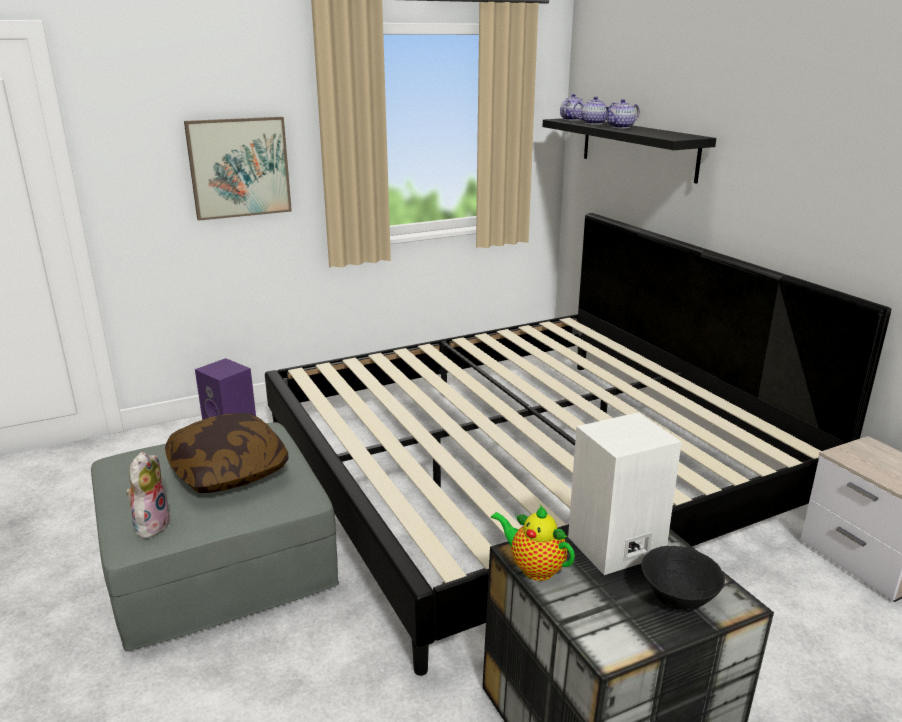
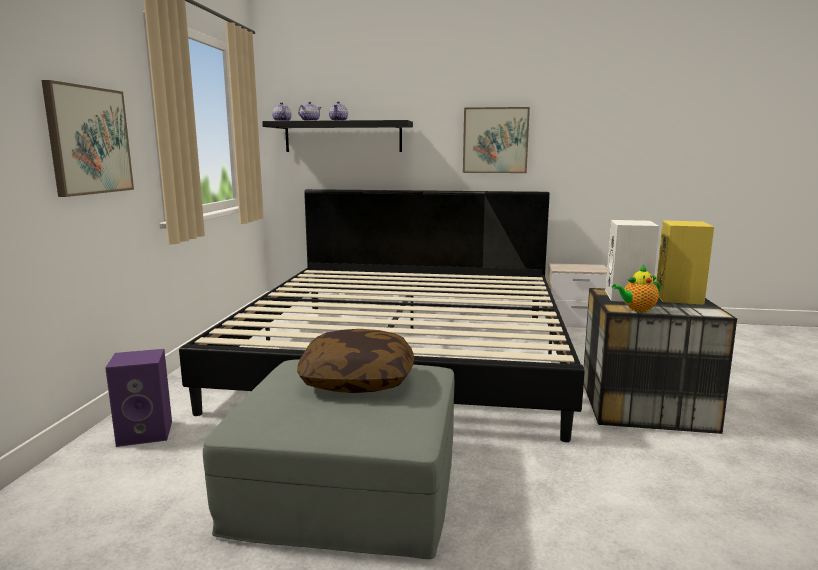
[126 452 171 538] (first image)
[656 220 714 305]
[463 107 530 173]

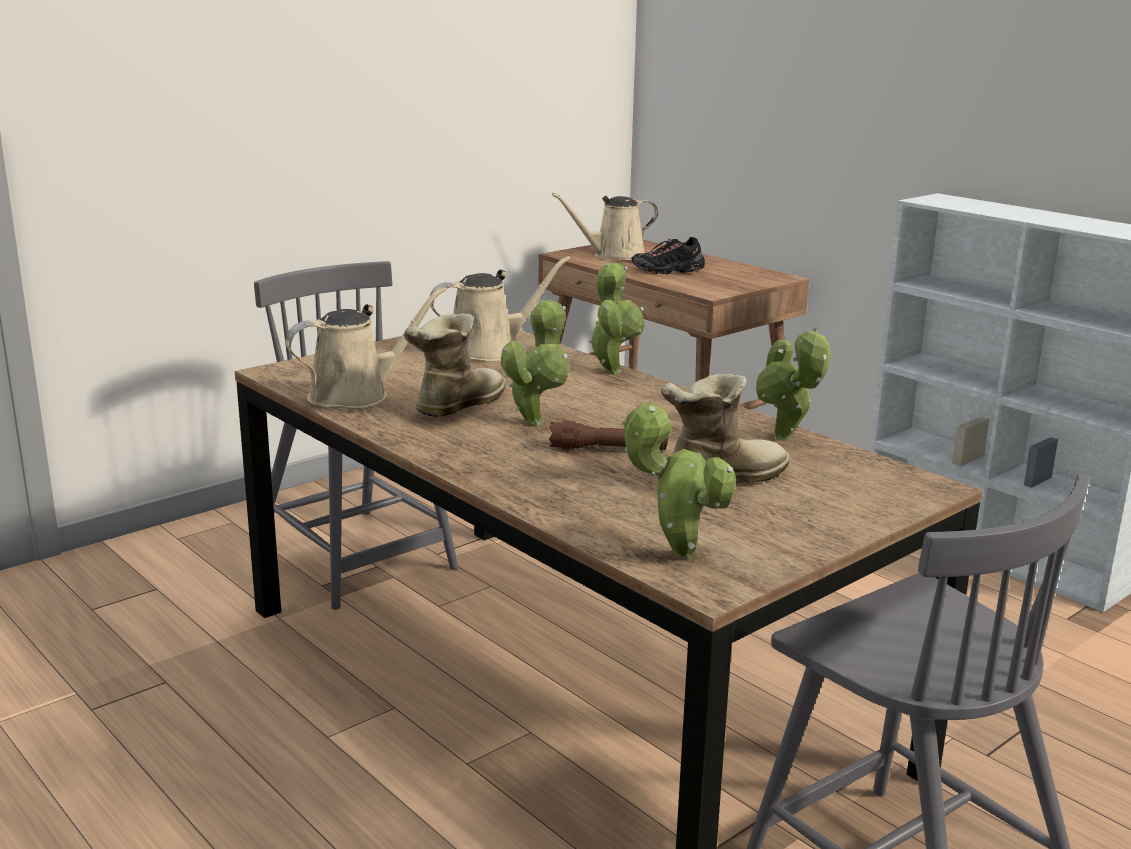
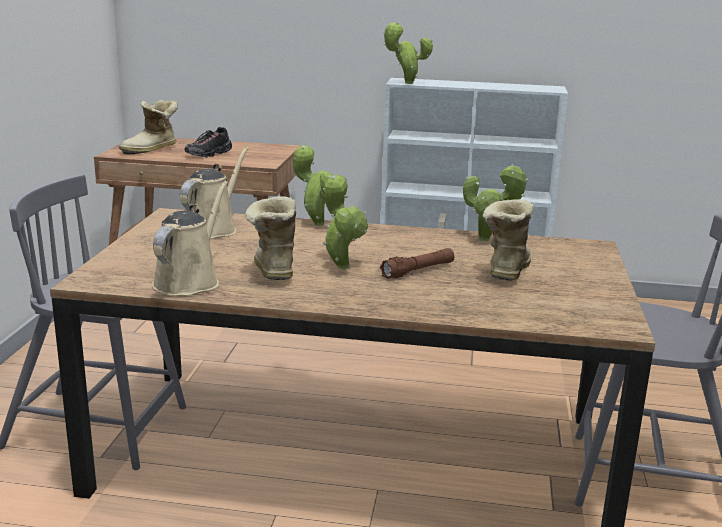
[119 100 178 155]
[383 22 433 84]

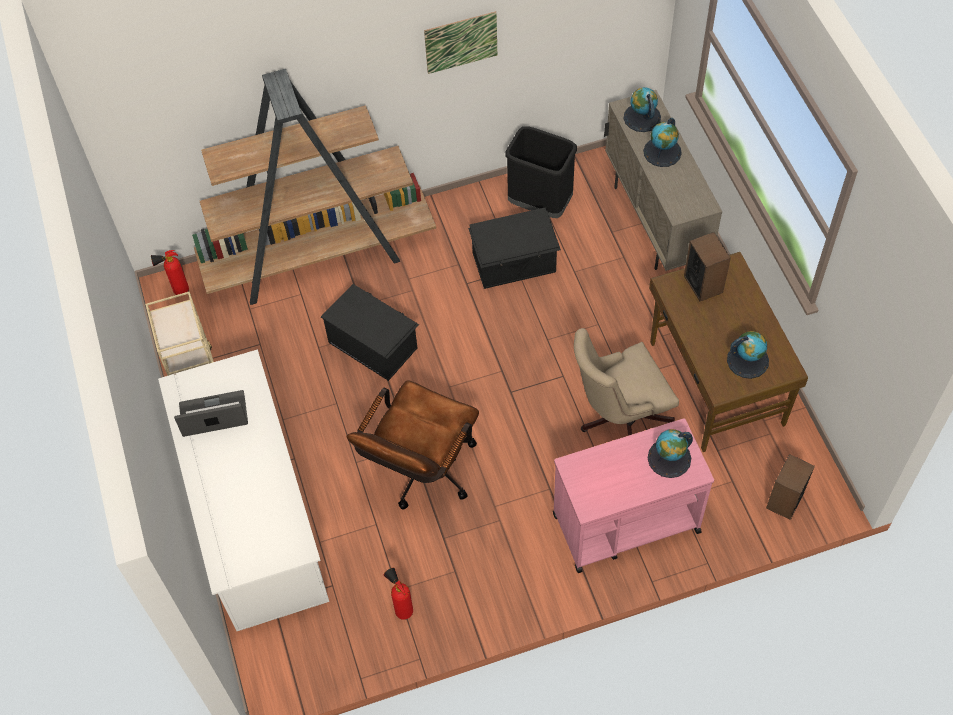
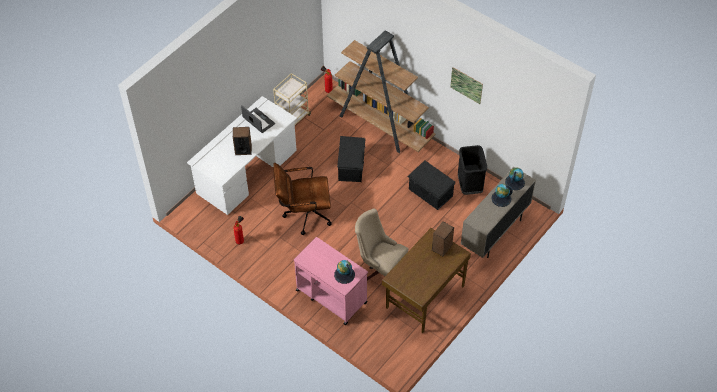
[727 331 769 379] (first image)
[233 127 252 155]

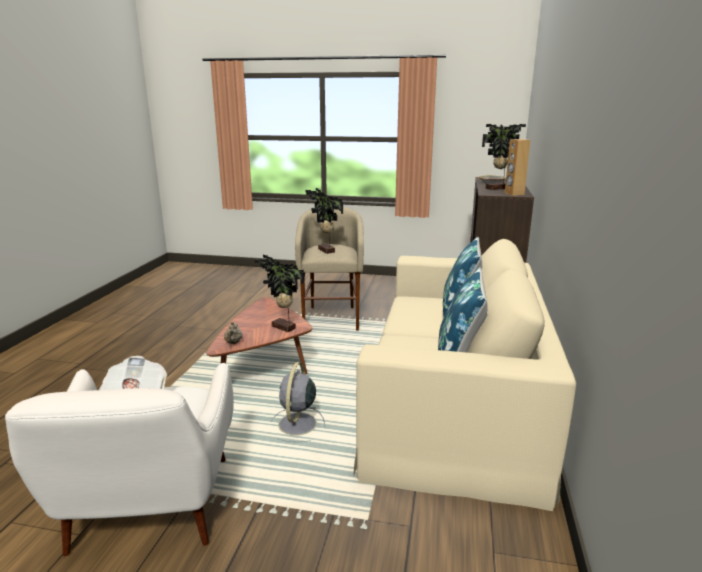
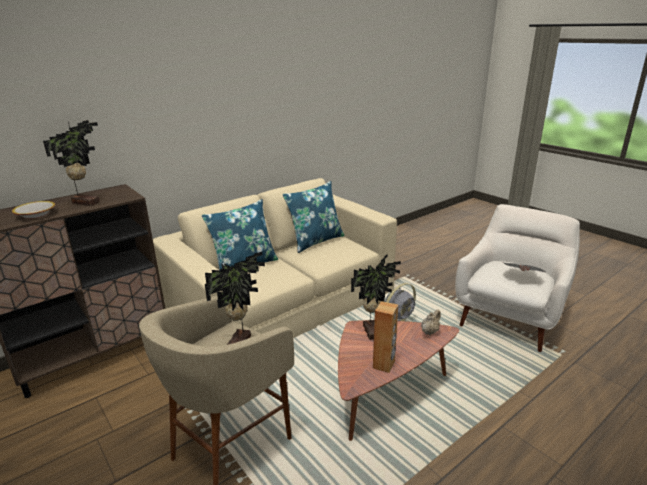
[373 301 398 373]

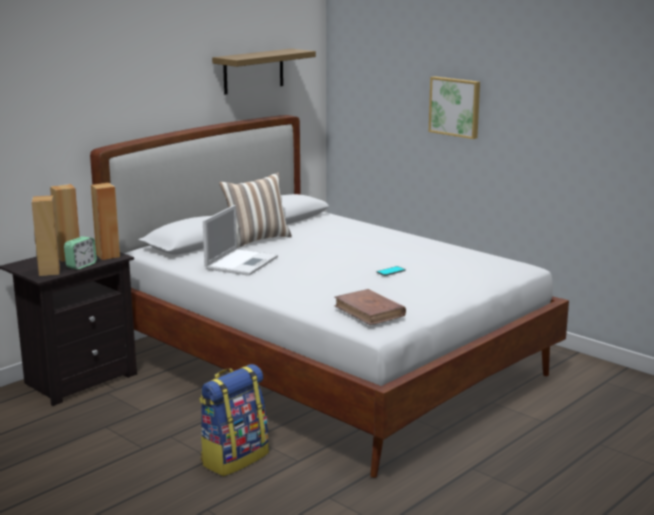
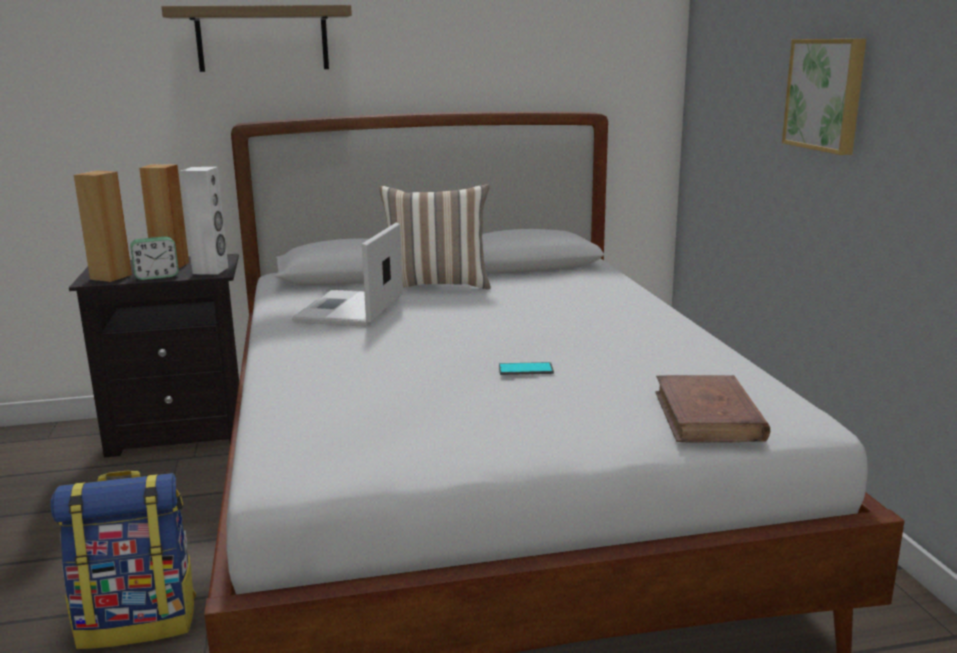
[162 5 352 72]
[180 167 228 275]
[292 223 403 327]
[655 375 770 442]

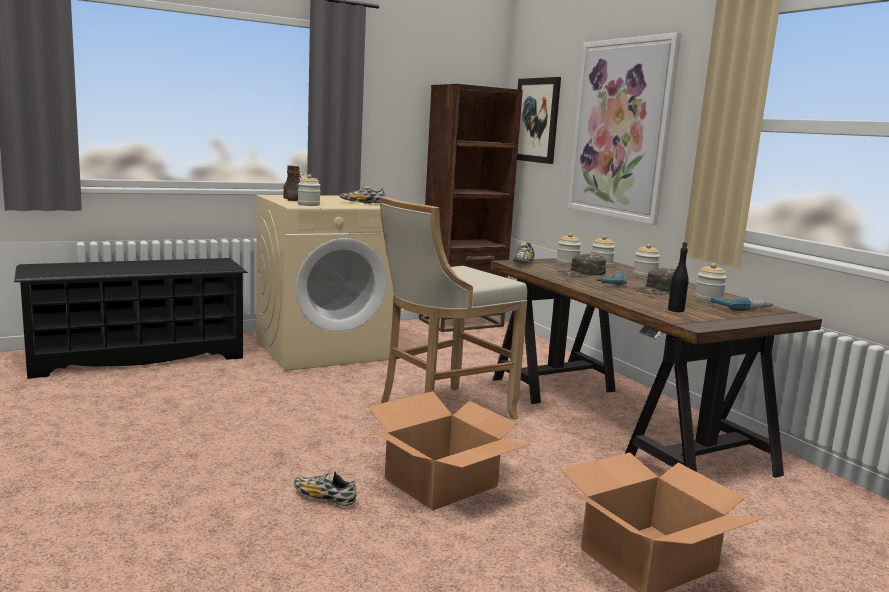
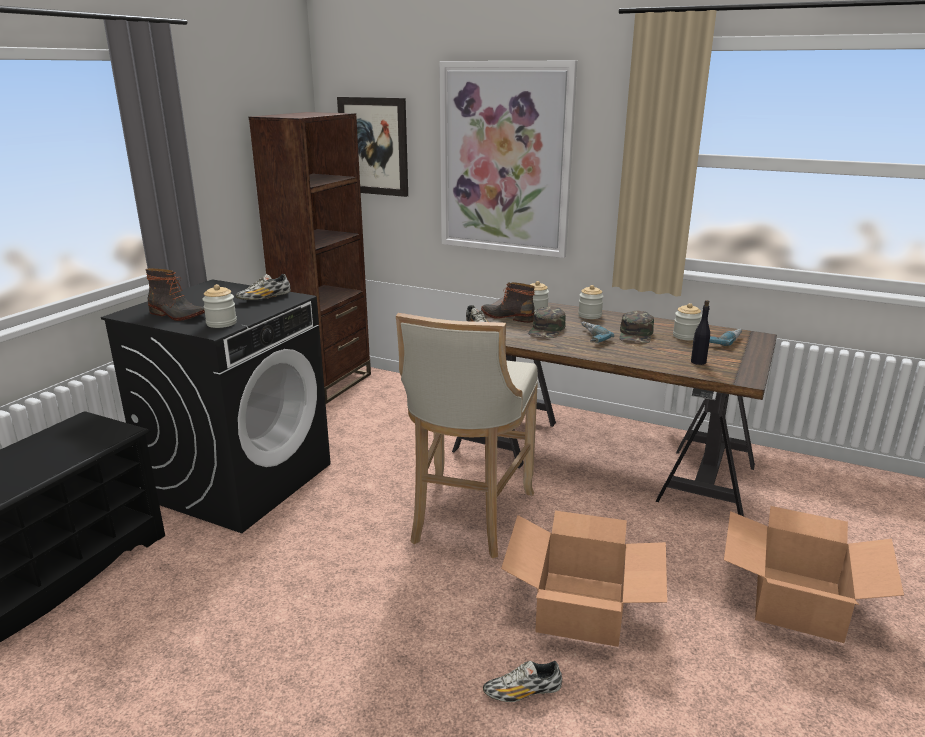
[101 279 330 533]
[481 282 535 323]

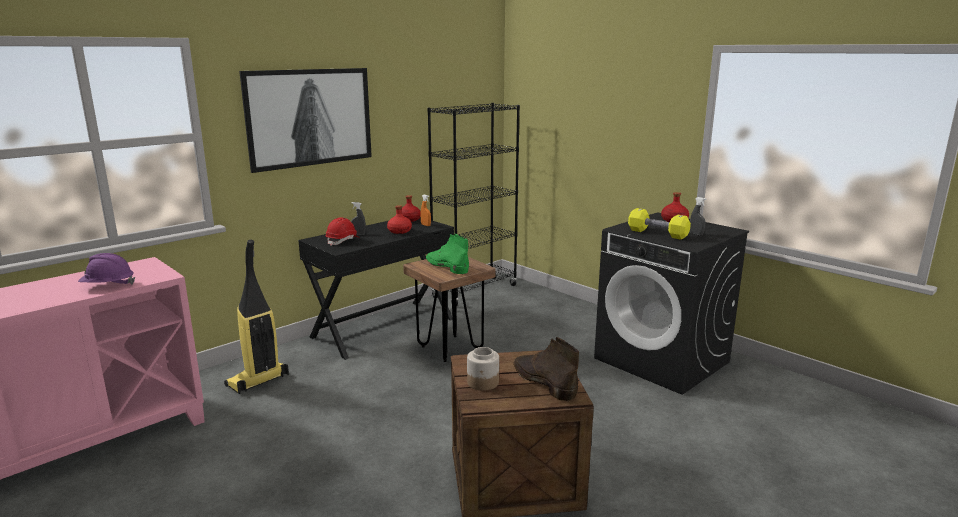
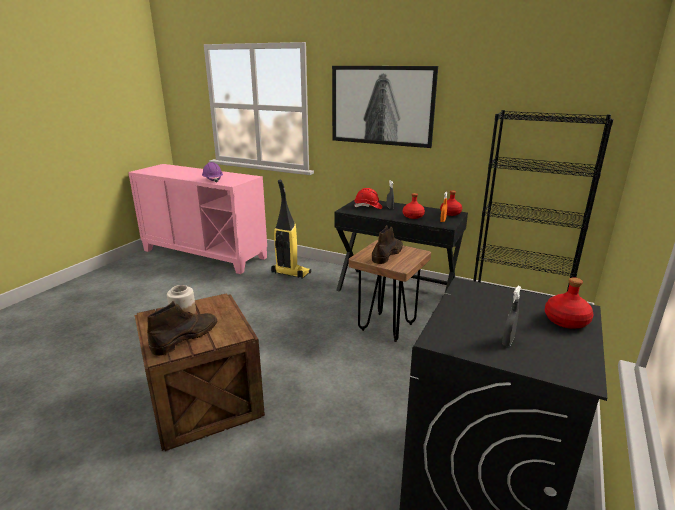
[628 208 691 240] (first image)
[372 225 403 264]

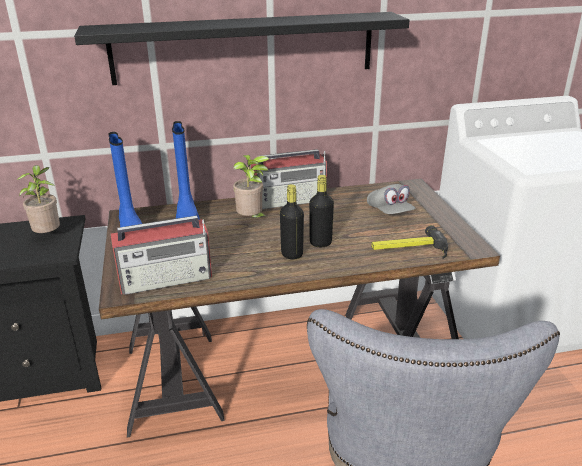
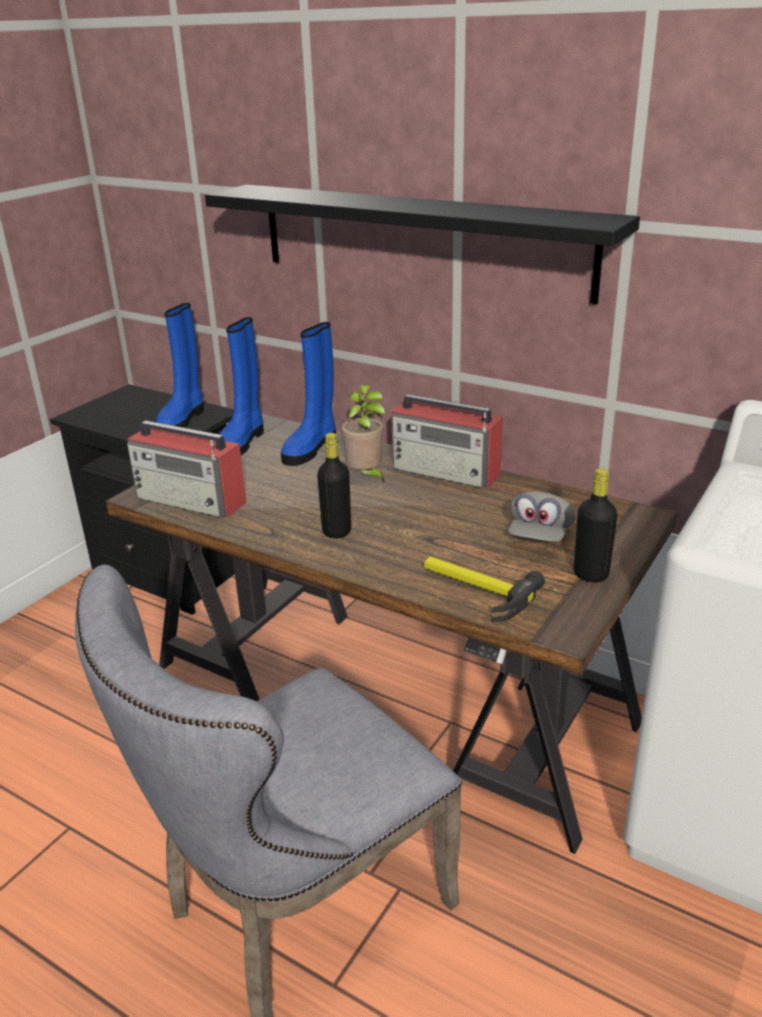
[156 303 204 428]
[574 468 618 583]

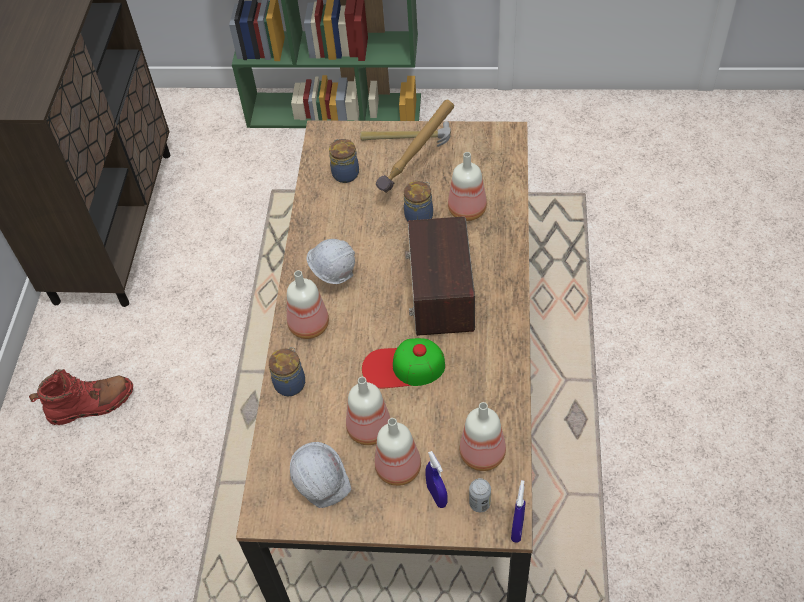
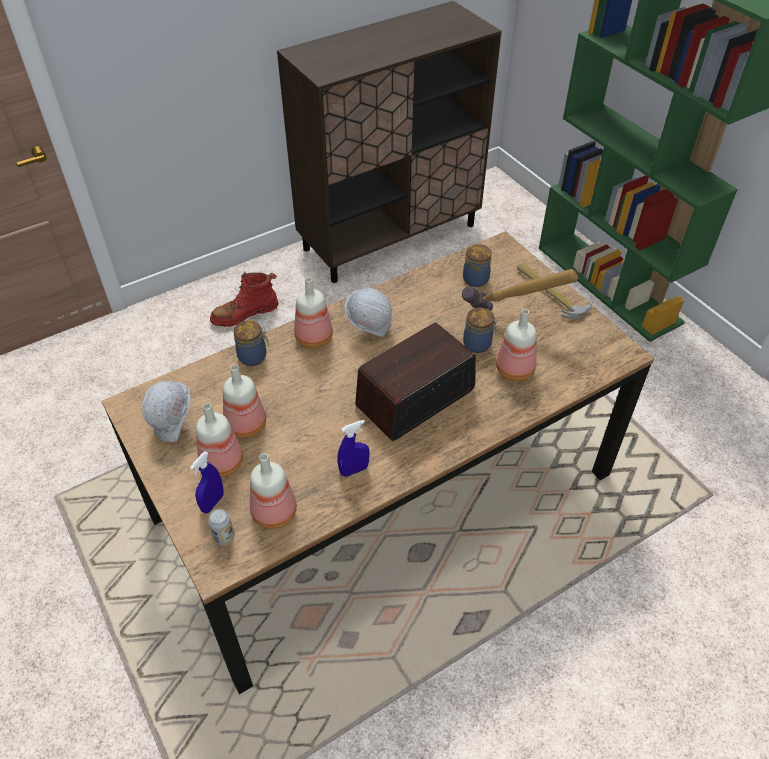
[362 338 445 388] (first image)
[210 272 278 327]
[338 420 370 477]

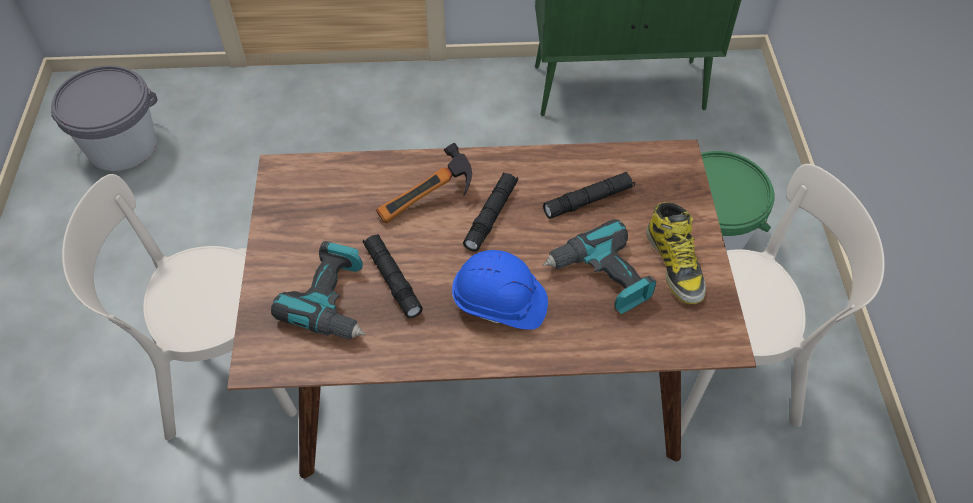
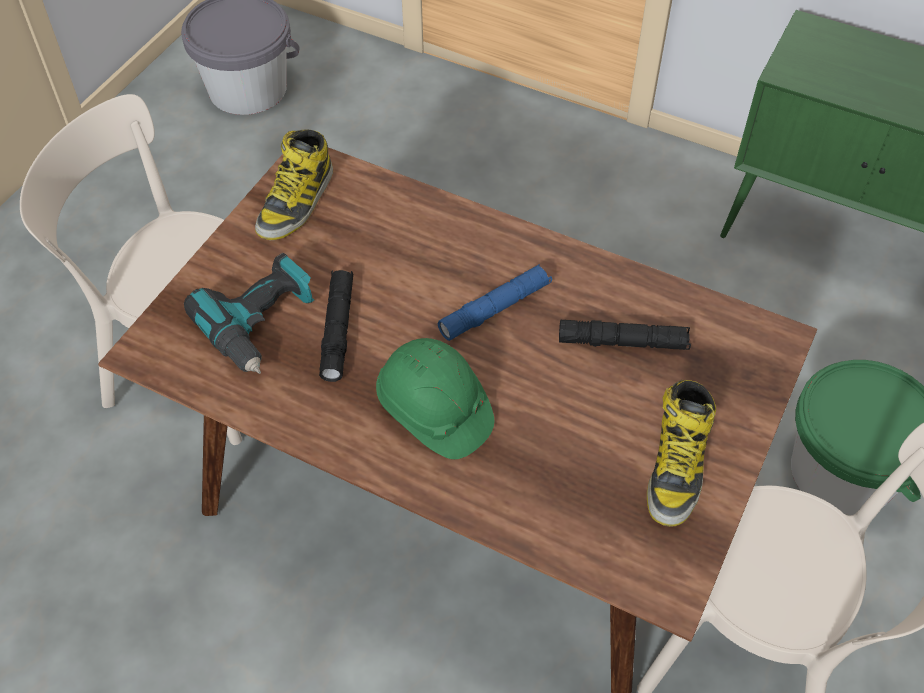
[376 143 472 223] (first image)
[438 264 552 341]
[543 219 656 314] (first image)
[376 338 494 459]
[255 129 333 240]

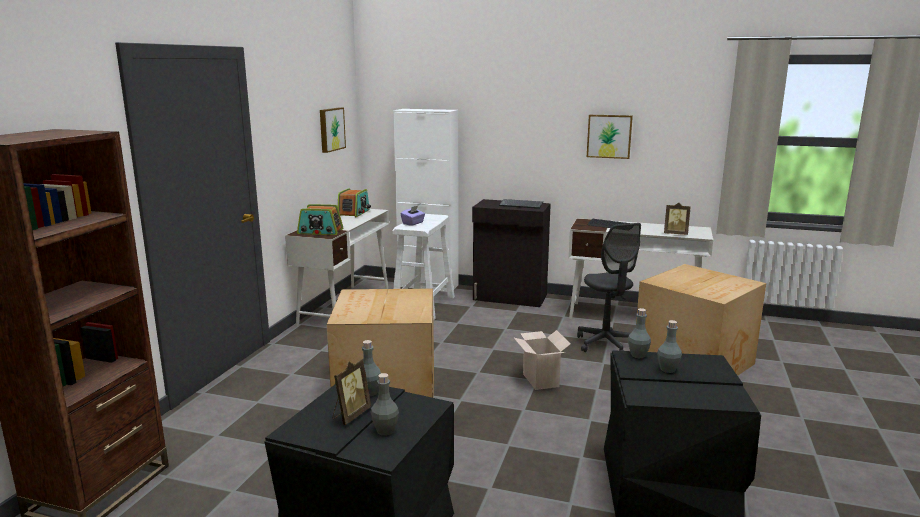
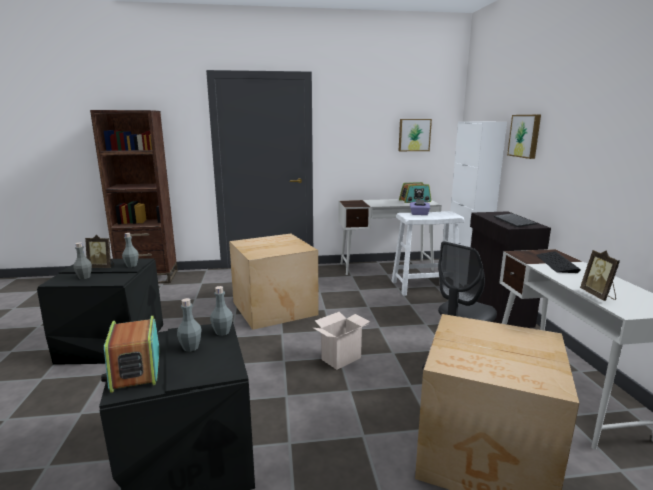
[507 115 541 159]
[101 316 160 393]

